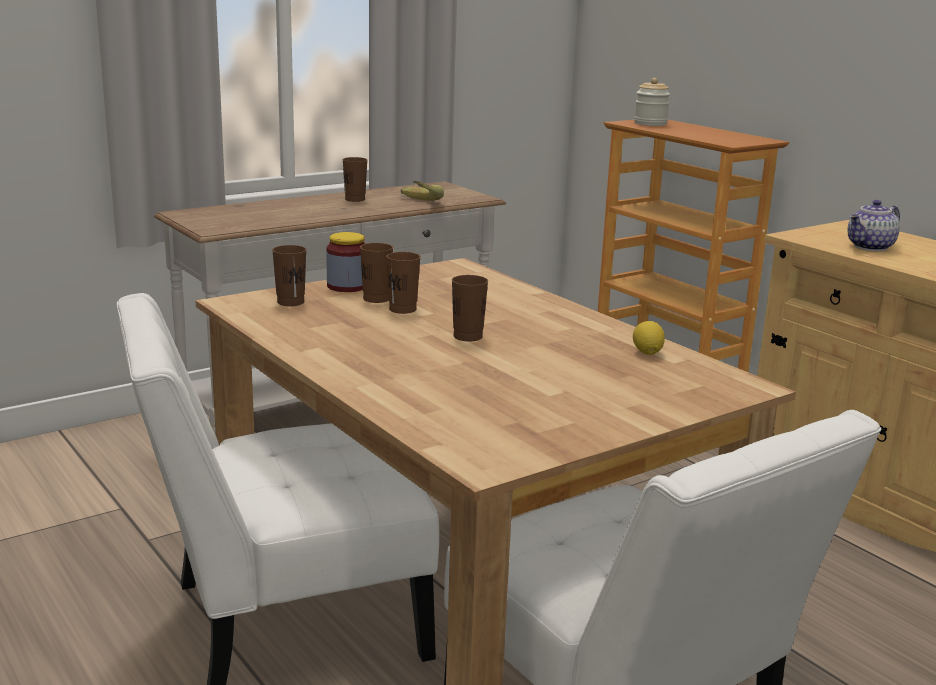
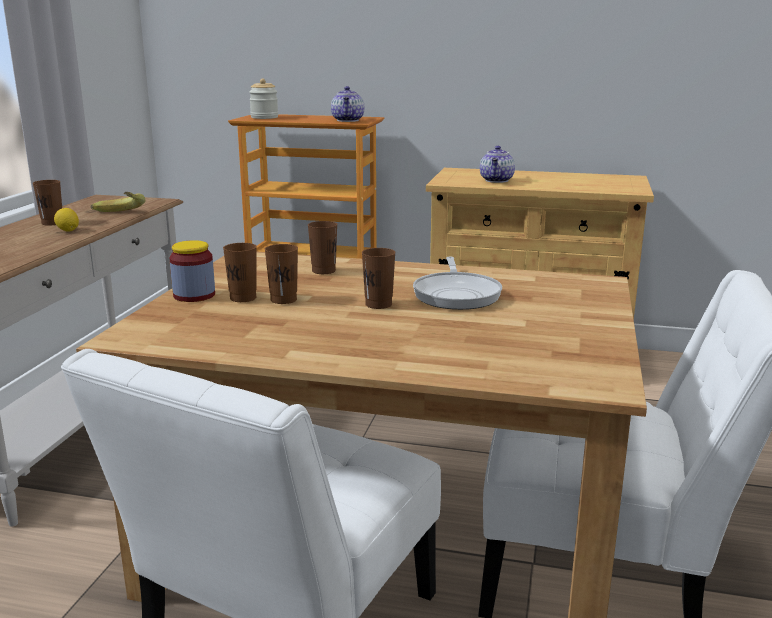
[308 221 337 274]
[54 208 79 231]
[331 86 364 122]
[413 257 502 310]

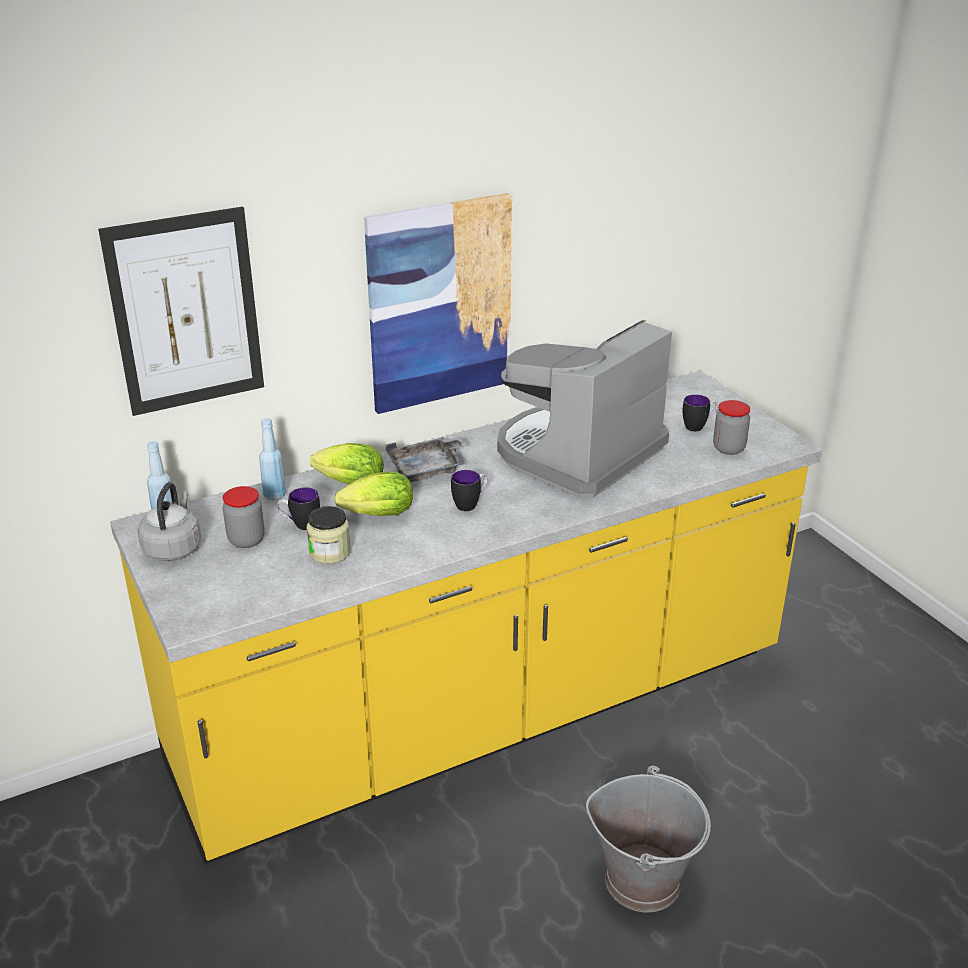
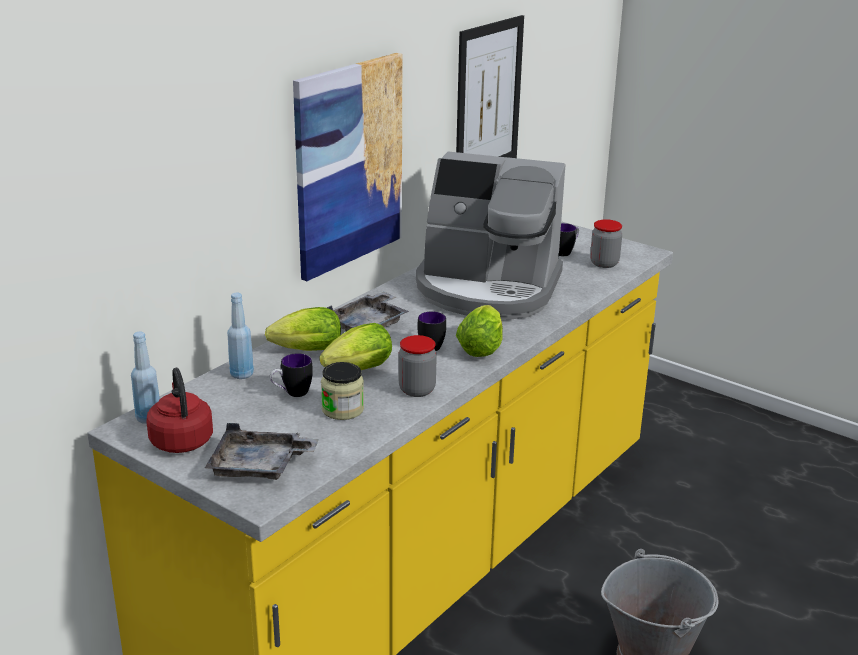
[456 15 524 158]
[416 152 565 320]
[146 368 213 453]
[399 335 437 397]
[456 305 503 357]
[205 423 319 480]

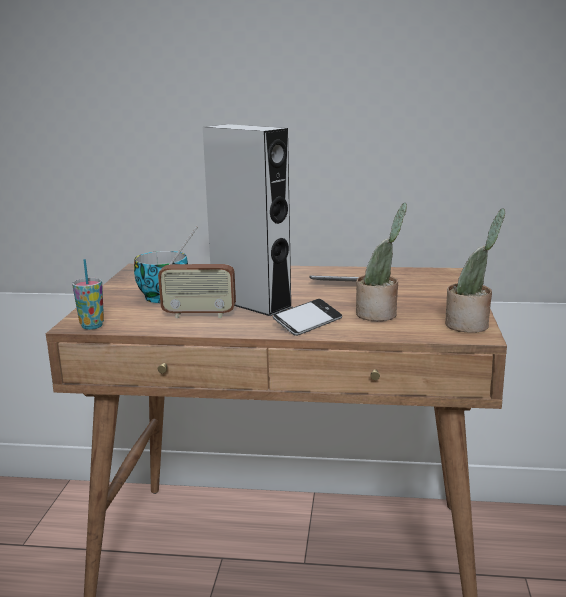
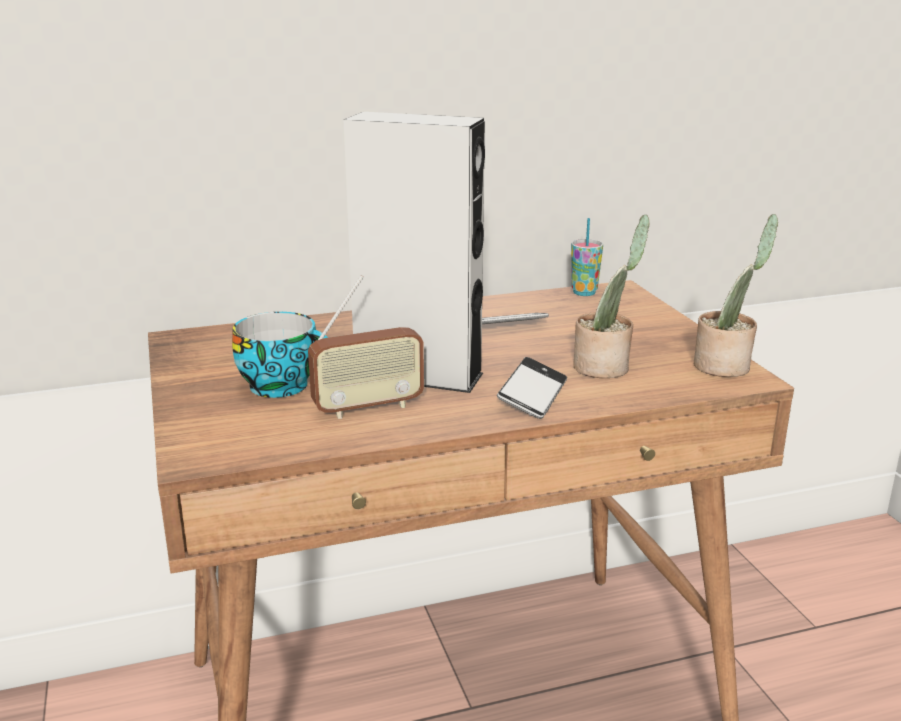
[571 218 603 296]

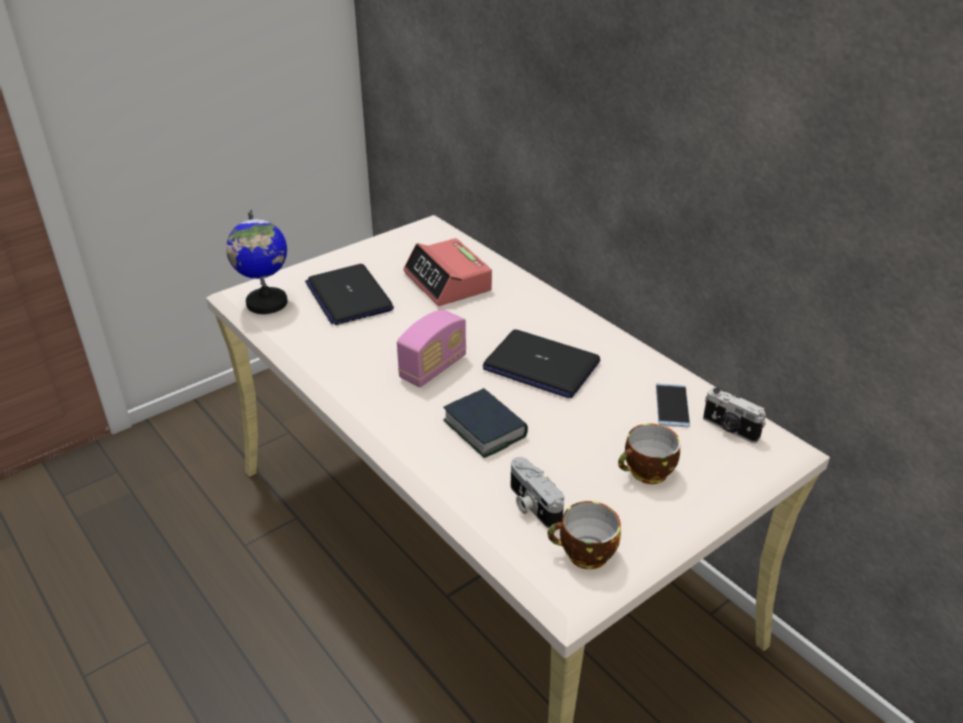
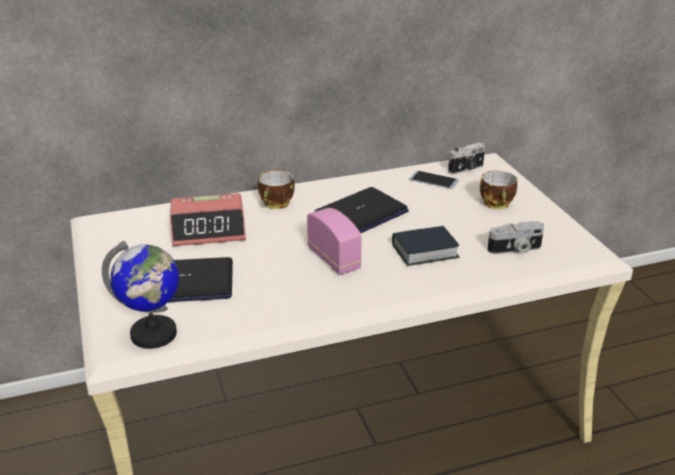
[258 170 295 209]

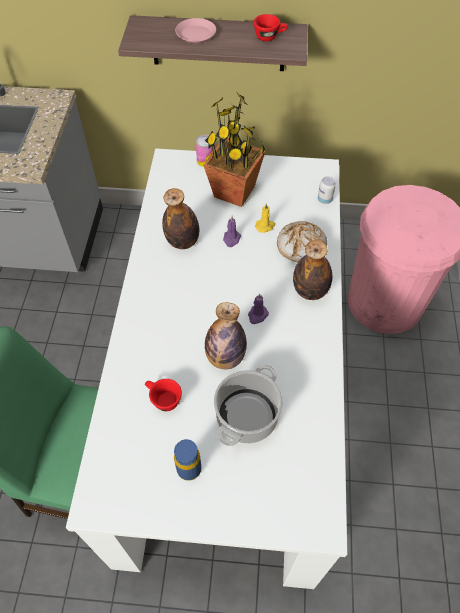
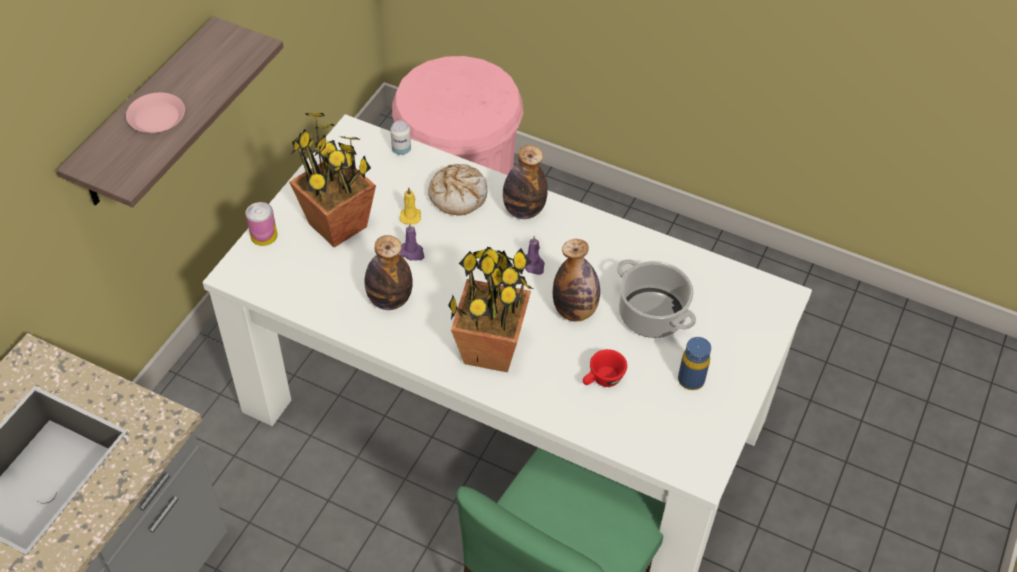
[254 14 288 41] (first image)
[448 247 533 372]

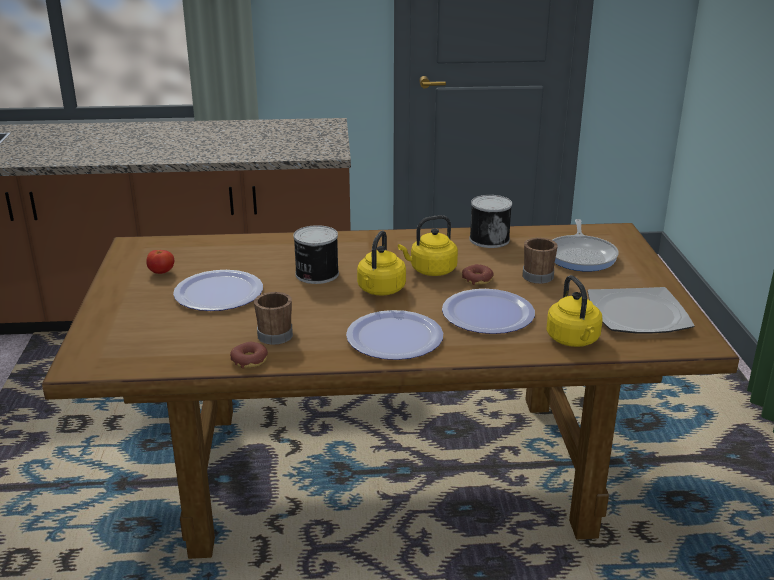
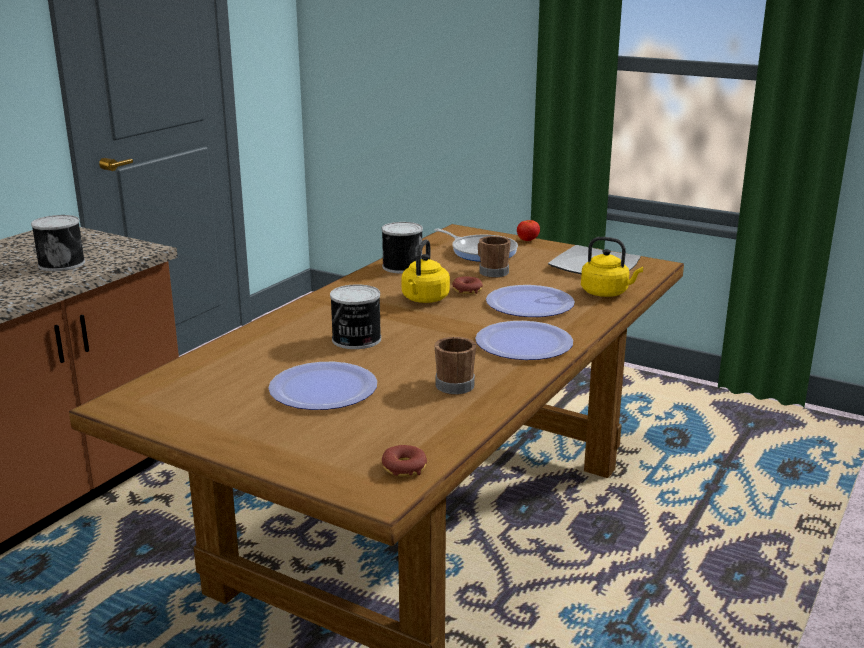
[357 231 406 296] (first image)
[517 220 540 241]
[382 445 427 477]
[31 215 85 271]

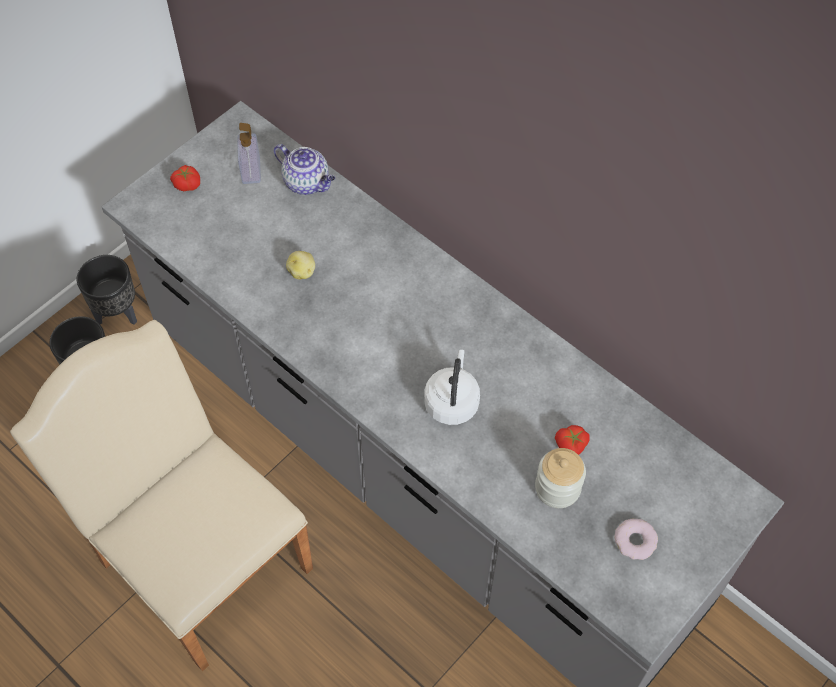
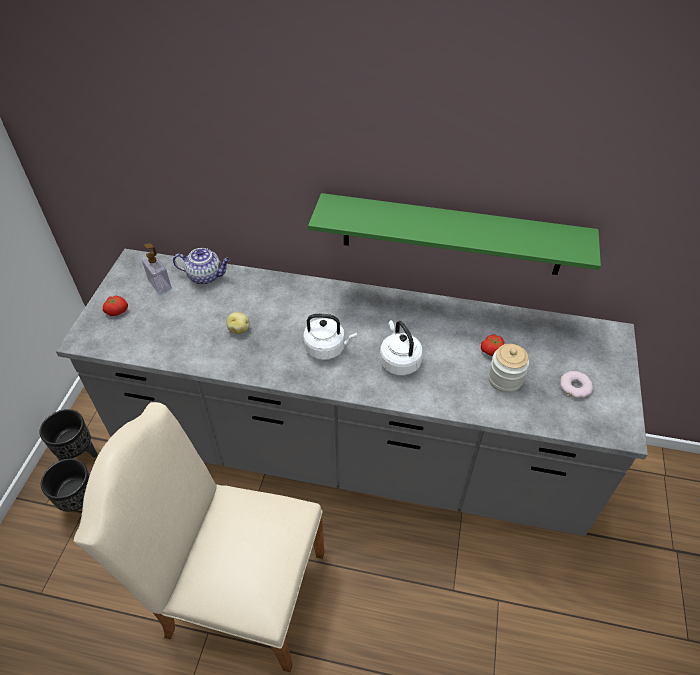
[308 193 601 275]
[303 314 357 360]

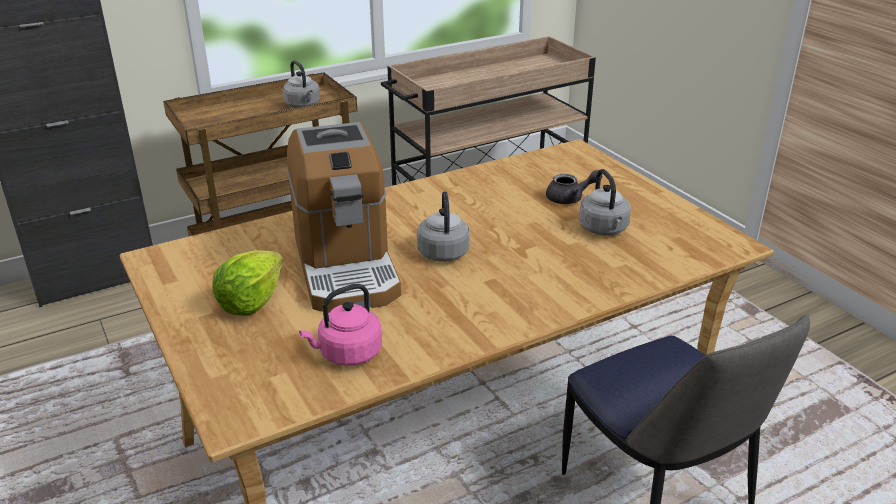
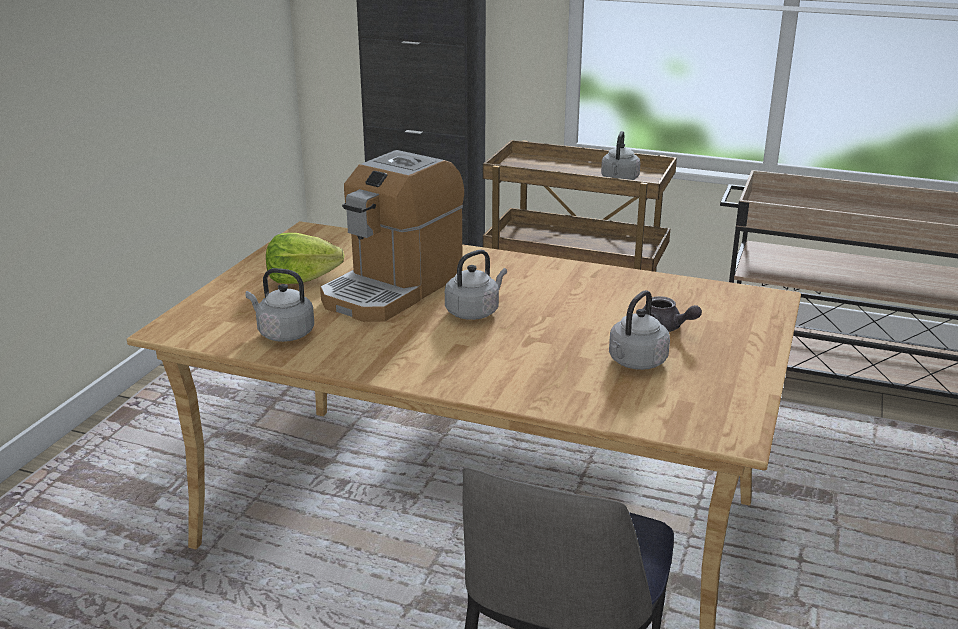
[245 268 314 342]

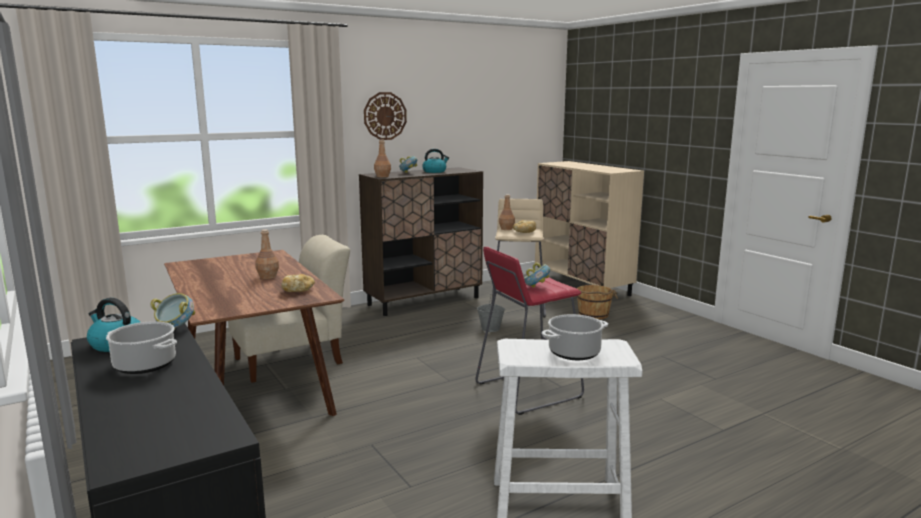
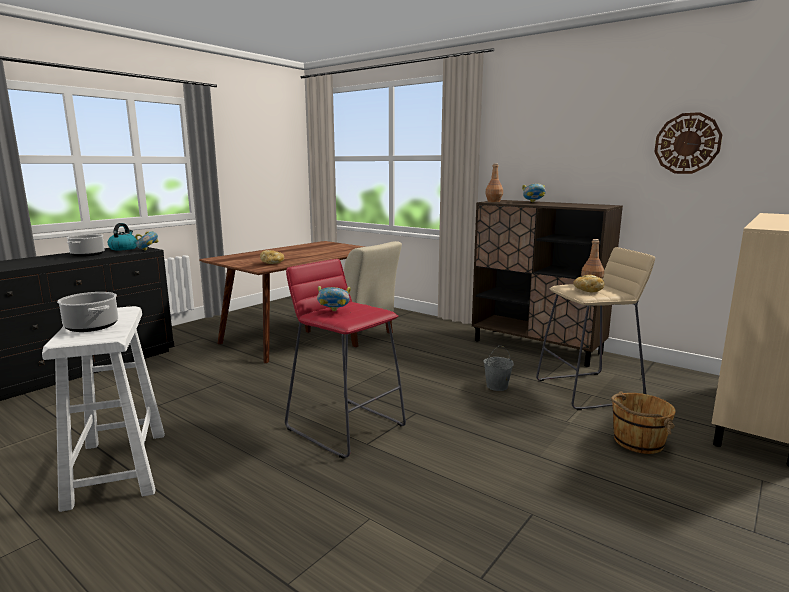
[654 112 722 174]
[422 149 449 173] (first image)
[255 229 279 279] (first image)

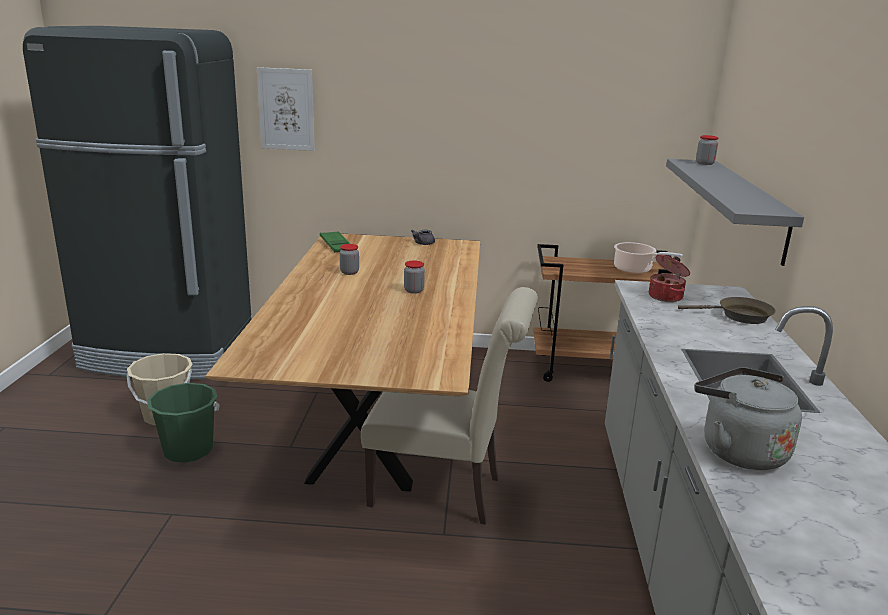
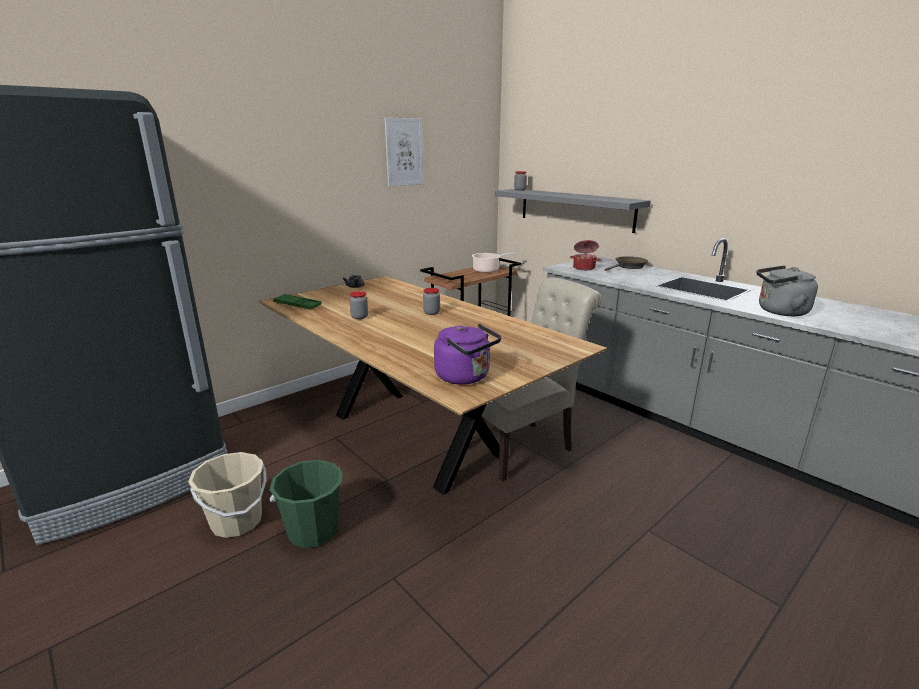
[385 117 424 186]
[434 323 501 384]

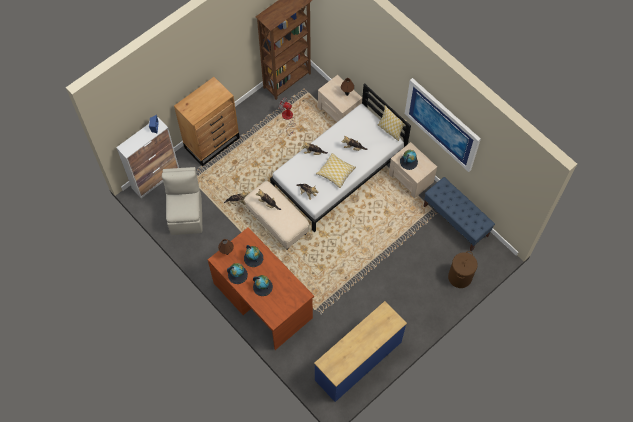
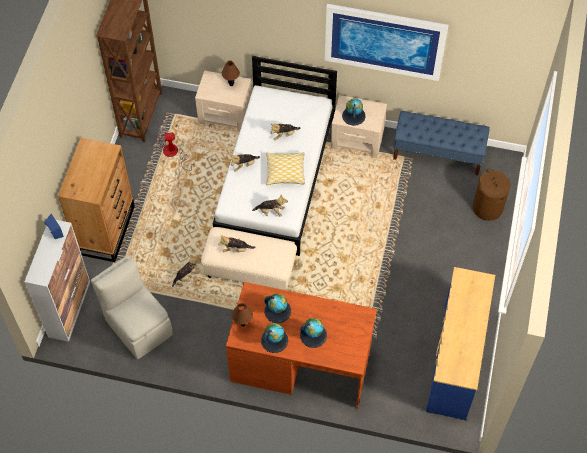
[378 106 407 141] (first image)

